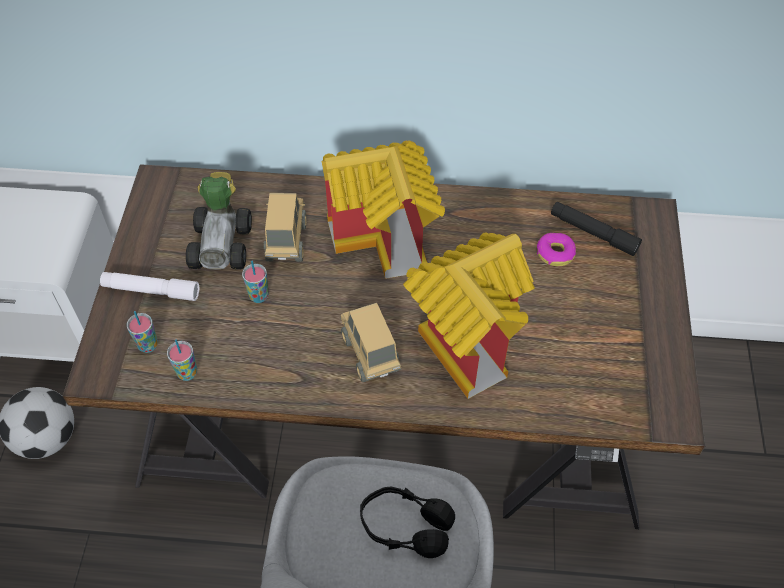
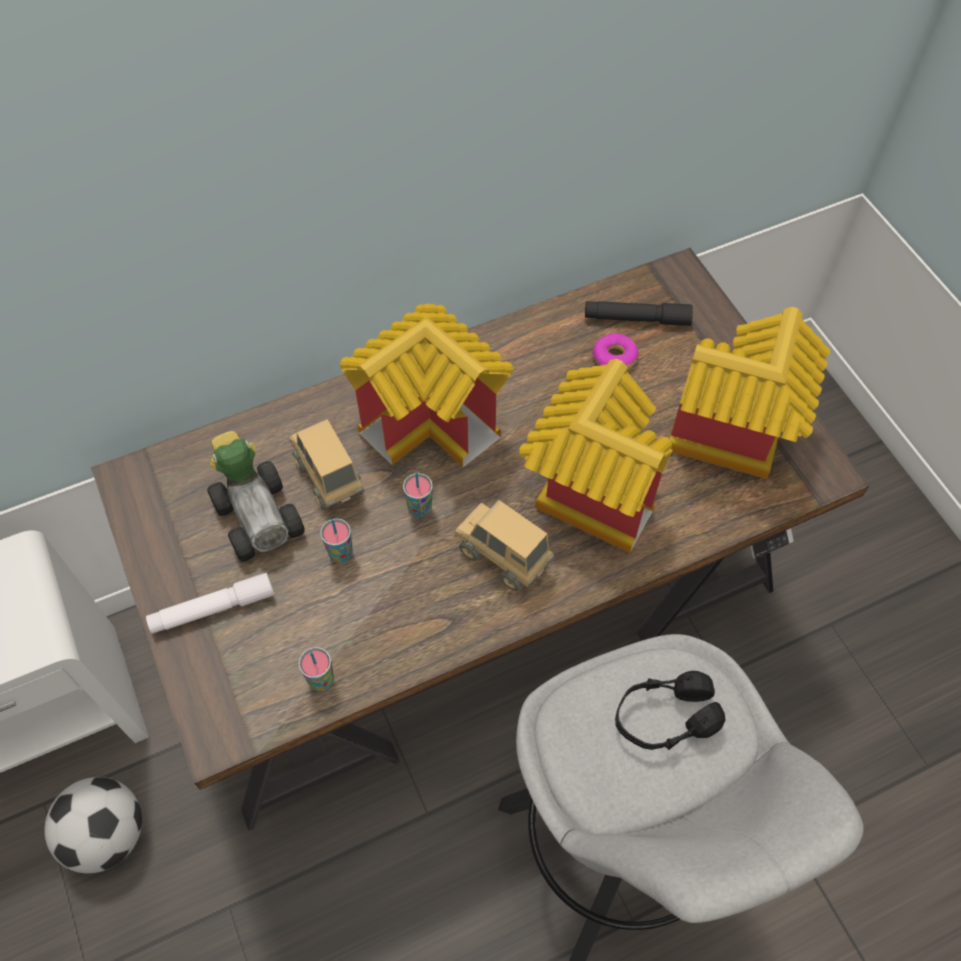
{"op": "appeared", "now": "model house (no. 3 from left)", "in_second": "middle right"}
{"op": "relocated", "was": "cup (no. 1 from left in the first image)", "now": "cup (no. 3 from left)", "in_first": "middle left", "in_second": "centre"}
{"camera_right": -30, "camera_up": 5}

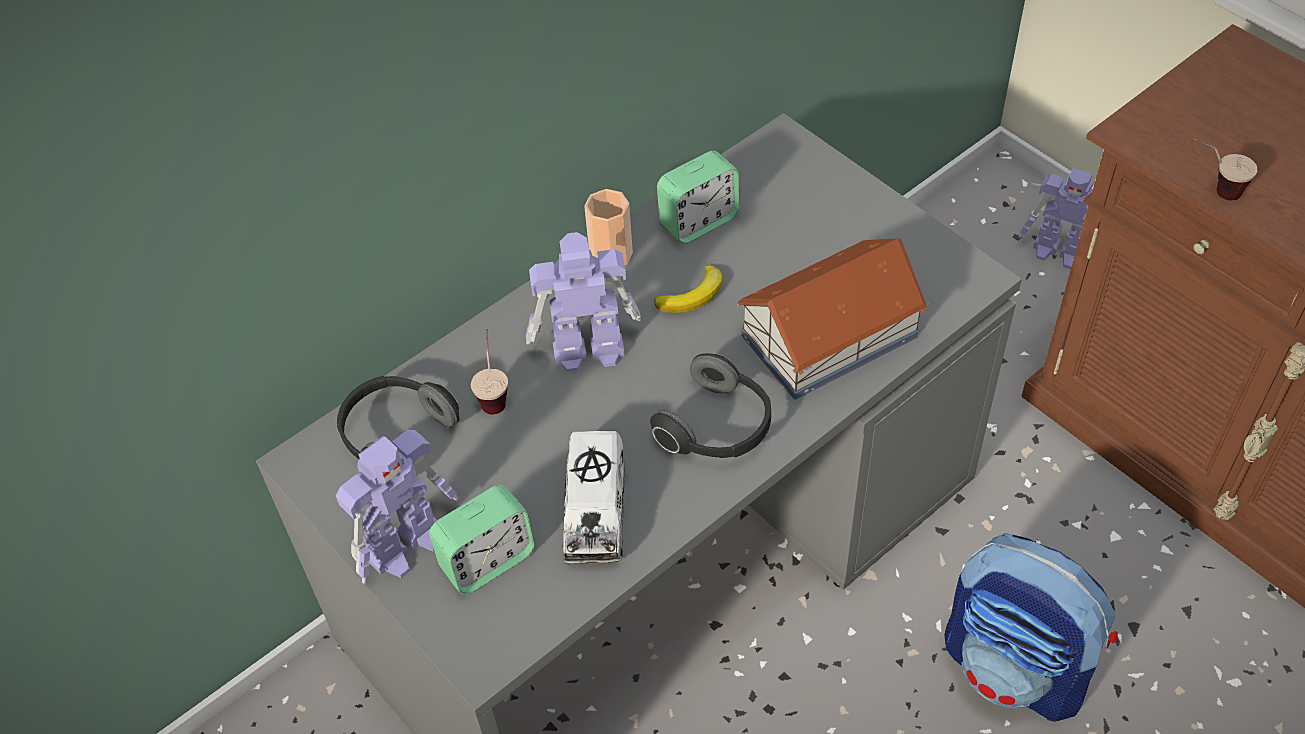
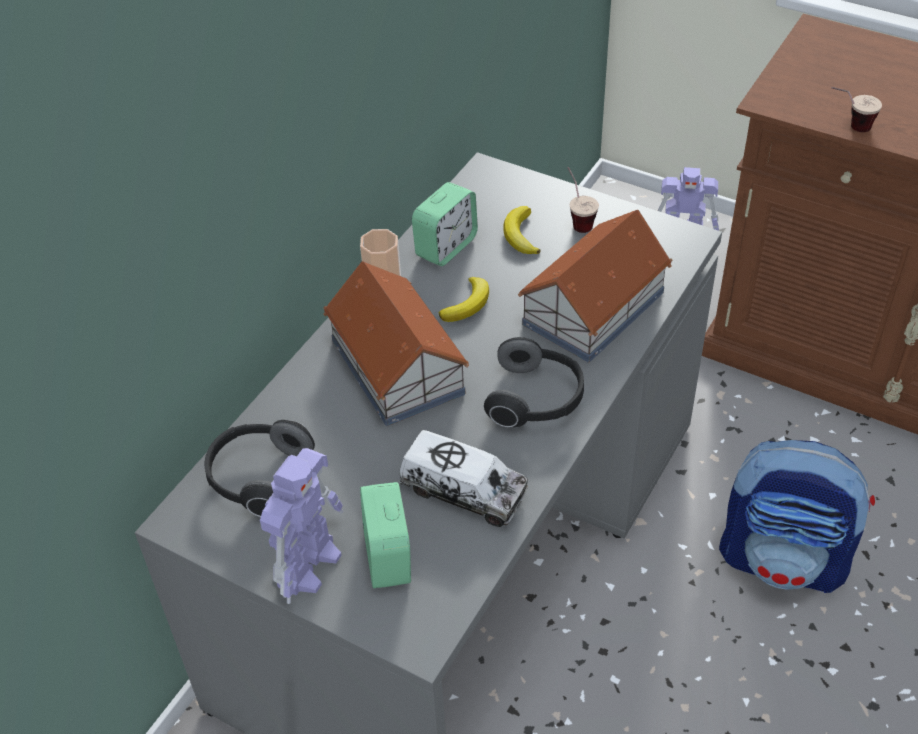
{"op": "appeared", "now": "banana (no. 2 from left)", "in_second": "top centre"}
{"op": "relocated", "was": "cup (no. 1 from left in the first image)", "now": "cup (no. 2 from left)", "in_first": "centre", "in_second": "top centre"}
{"op": "exchanged", "was": "model robot (no. 2 from left)", "now": "model house (no. 1 from left)", "in_first": "centre", "in_second": "centre"}
{"op": "spun", "was": "alarm clock (no. 1 from left)", "in_first": "bottom centre", "in_second": "bottom centre", "clockwise": 135}
{"op": "spun", "was": "toy truck", "in_first": "bottom centre", "in_second": "centre", "clockwise": -45}
{"camera_right": -20, "camera_up": -5}

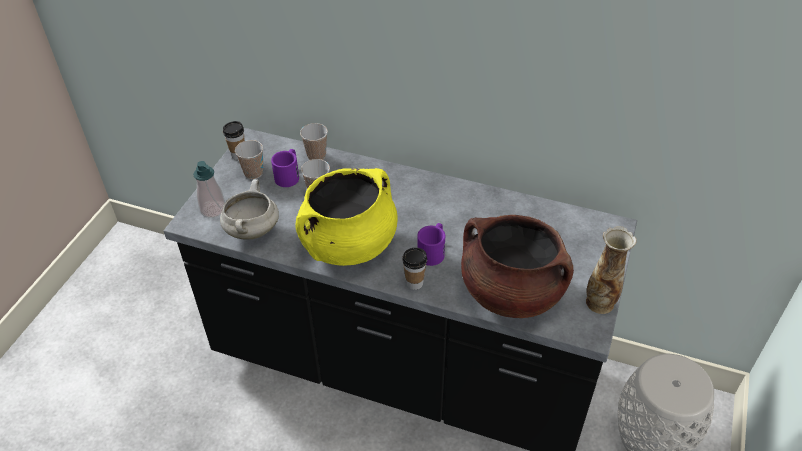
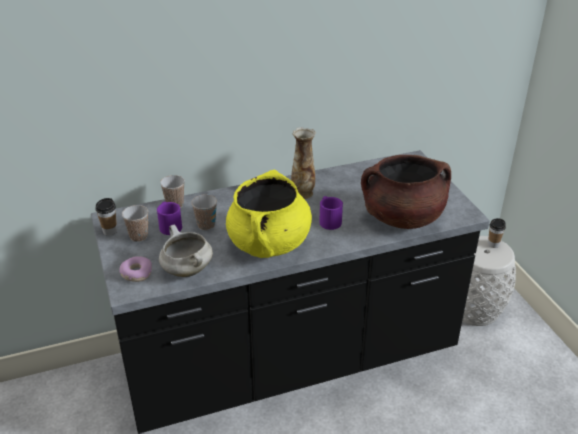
{"op": "relocated", "was": "cup (no. 5 from left)", "in_first": "centre", "in_second": "middle right"}
{"op": "relocated", "was": "decorative vase", "in_first": "middle right", "in_second": "centre"}
{"op": "exchanged", "was": "soap dispenser", "now": "donut", "in_first": "middle left", "in_second": "middle left"}
{"camera_right": -40, "camera_up": -10}

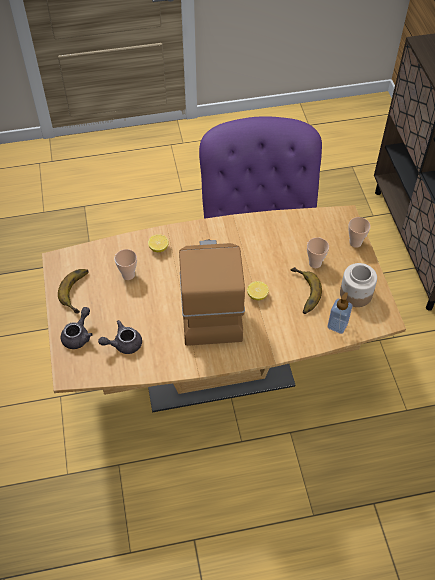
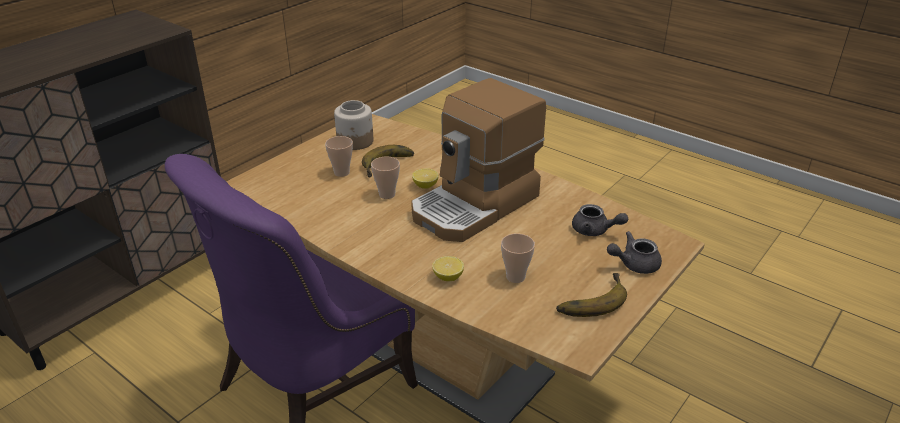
{"op": "missing", "was": "soap dispenser", "in_first": "middle right"}
{"op": "relocated", "was": "cup (no. 3 from left in the first image)", "now": "cup (no. 2 from left)", "in_first": "middle right", "in_second": "centre"}
{"camera_right": -130, "camera_up": -20}

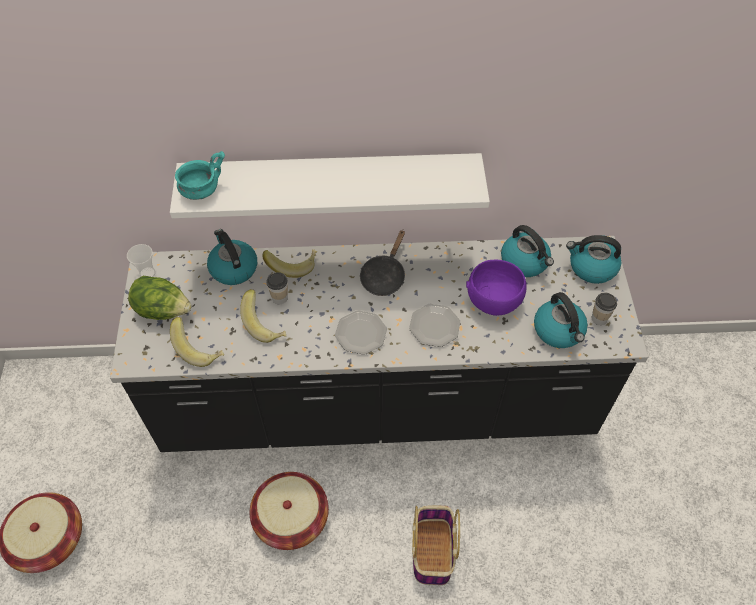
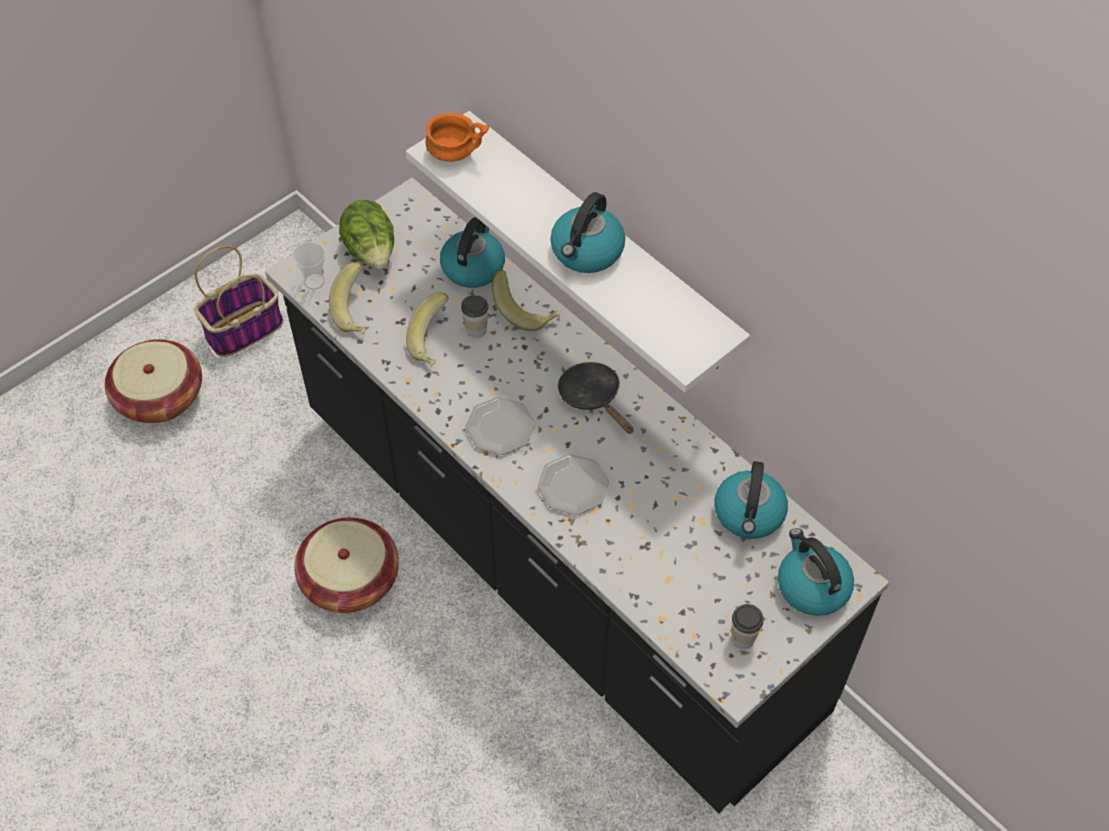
{"op": "missing", "was": "purple-coloured serving bowl", "in_first": "centre"}
{"op": "relocated", "was": "cup (no. 1 from left)", "in_first": "middle left", "in_second": "top left"}
{"op": "relocated", "was": "household basket (no. 3 from left in the first image)", "now": "household basket (no. 2 from left)", "in_first": "bottom centre", "in_second": "middle left"}
{"op": "relocated", "was": "water kettle (no. 3 from left in the first image)", "now": "water kettle (no. 2 from left)", "in_first": "middle right", "in_second": "top centre"}
{"op": "colour", "was": "blue-green serving bowl", "now": "orange-coloured serving bowl", "in_first": "top left", "in_second": "top centre"}
{"op": "spun", "was": "blackish skillet", "in_first": "centre", "in_second": "centre", "clockwise": 75}
{"camera_right": 50, "camera_up": 0}

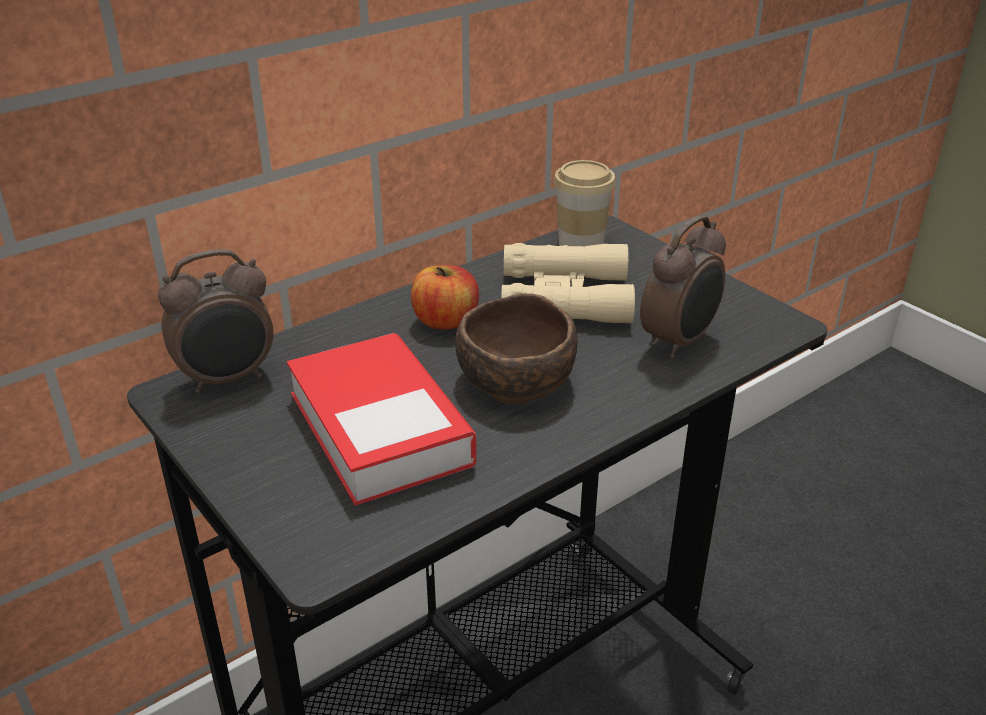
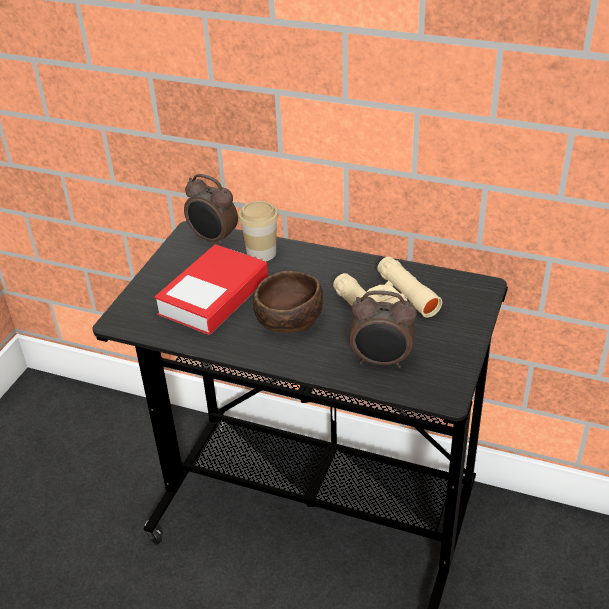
{"op": "missing", "was": "whole apple", "in_first": "centre"}
{"op": "relocated", "was": "cup", "in_first": "top centre", "in_second": "centre"}
{"camera_right": 60, "camera_up": 5}

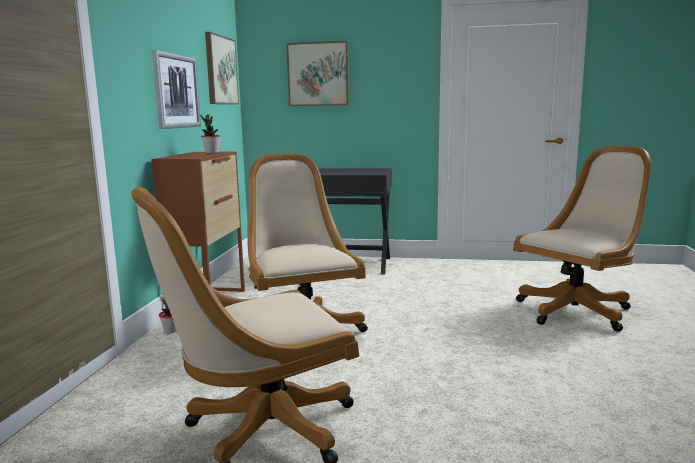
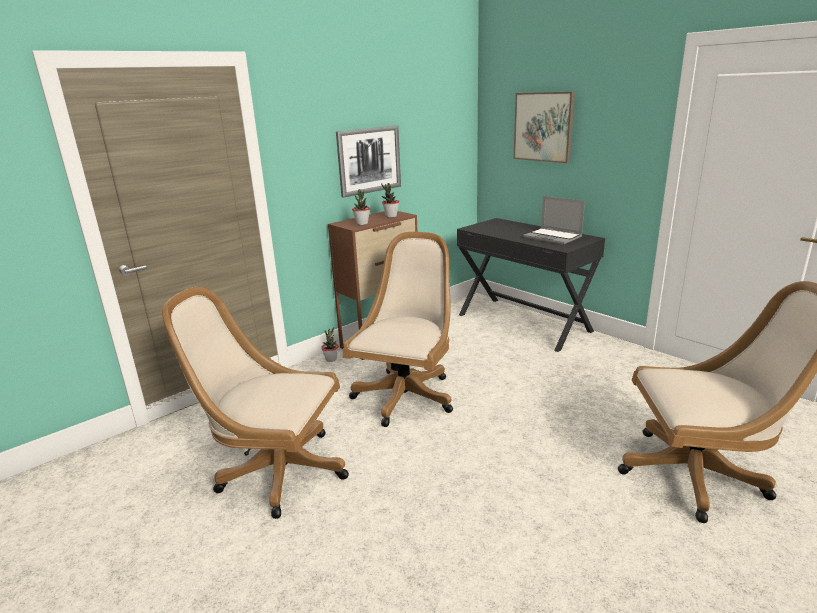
{"op": "missing", "was": "wall art (no. 2 from left)", "in_first": "top left"}
{"op": "appeared", "now": "potted plant (no. 2 from left)", "in_second": "centre"}
{"op": "appeared", "now": "portable computer", "in_second": "middle right"}
{"camera_right": 40, "camera_up": 10}

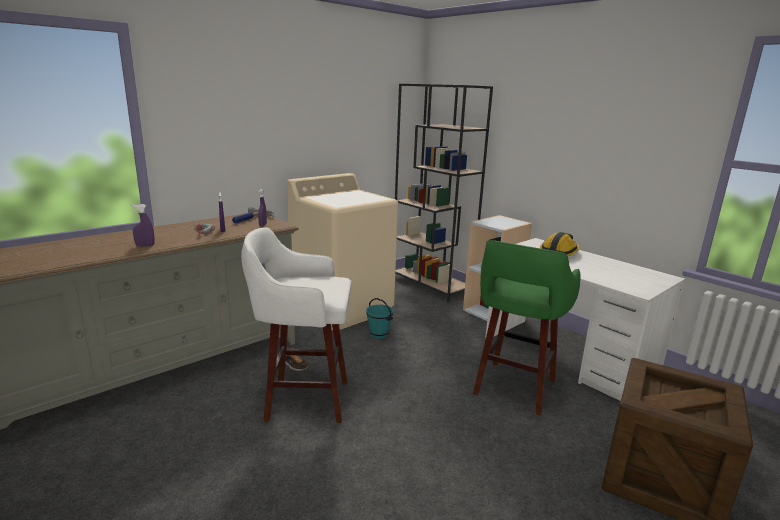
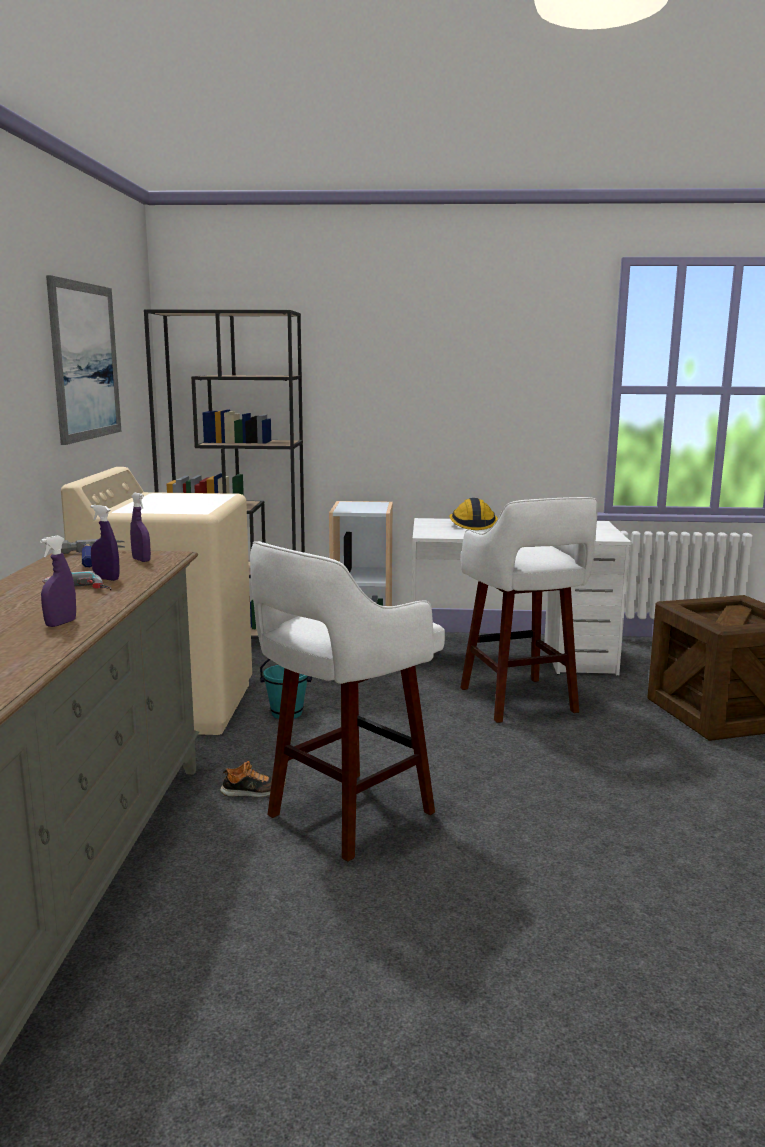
{"op": "appeared", "now": "wall art", "in_second": "top left"}
{"op": "colour", "was": "greenish sitting stool", "now": "whitish sitting stool (no. 2 from left)", "in_first": "middle right", "in_second": "middle right"}
{"camera_right": -45, "camera_up": -5}

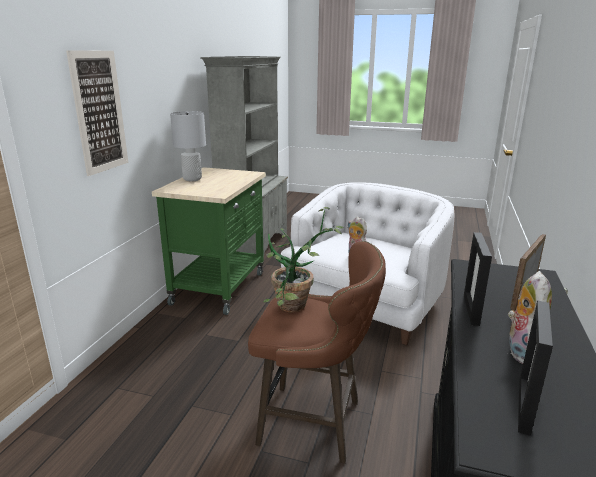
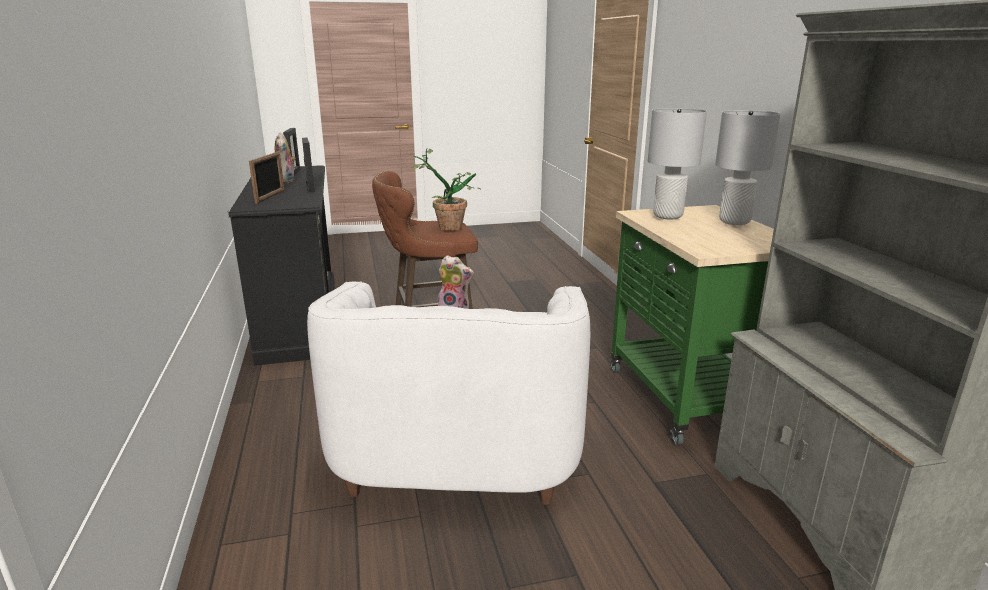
{"op": "missing", "was": "wall art", "in_first": "top left"}
{"op": "appeared", "now": "greyish table lamp (no. 1 from left)", "in_second": "top right"}
{"camera_right": 150, "camera_up": 0}

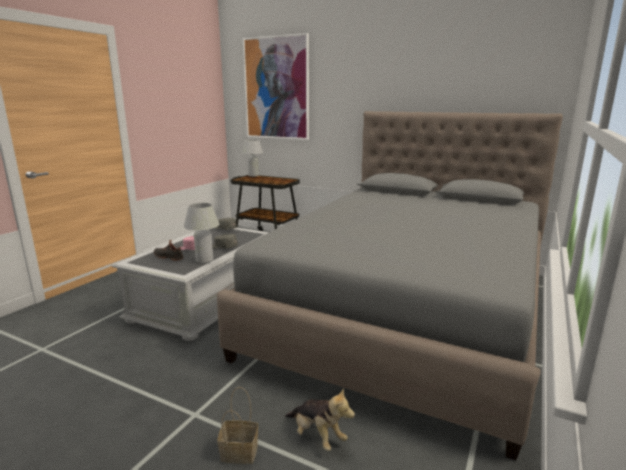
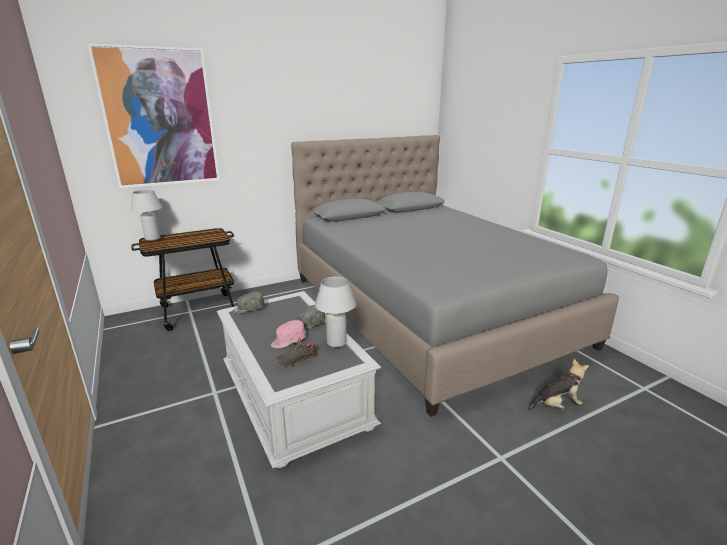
{"op": "missing", "was": "household basket", "in_first": "bottom centre"}
{"camera_right": -55, "camera_up": 5}

